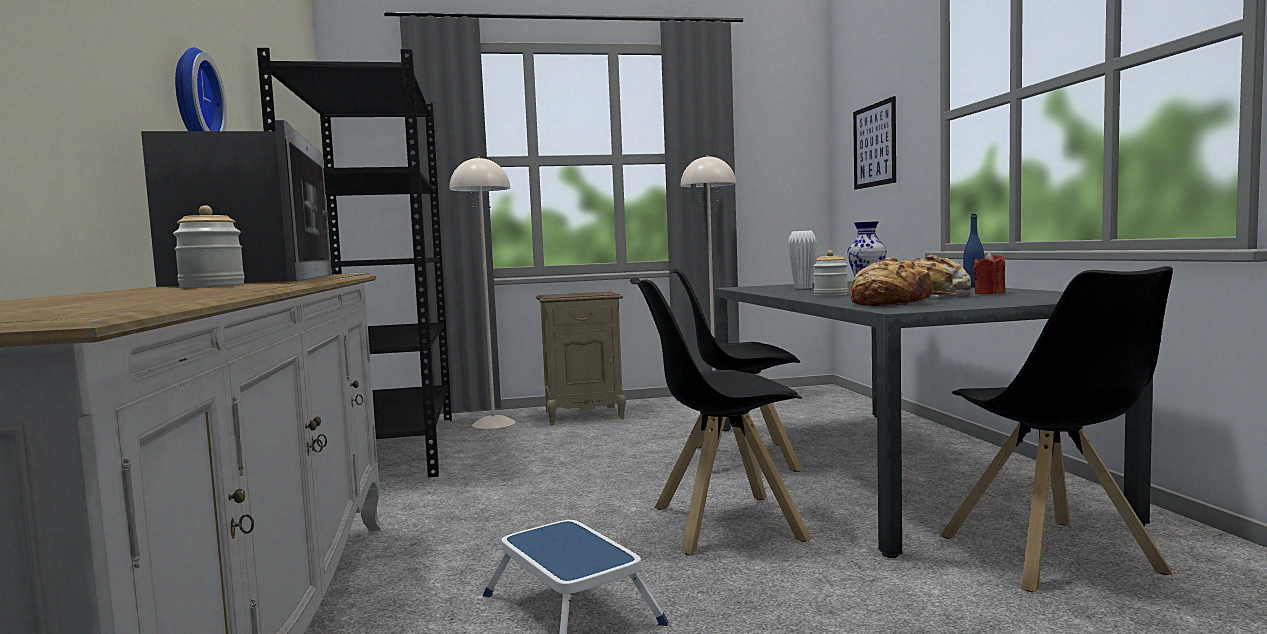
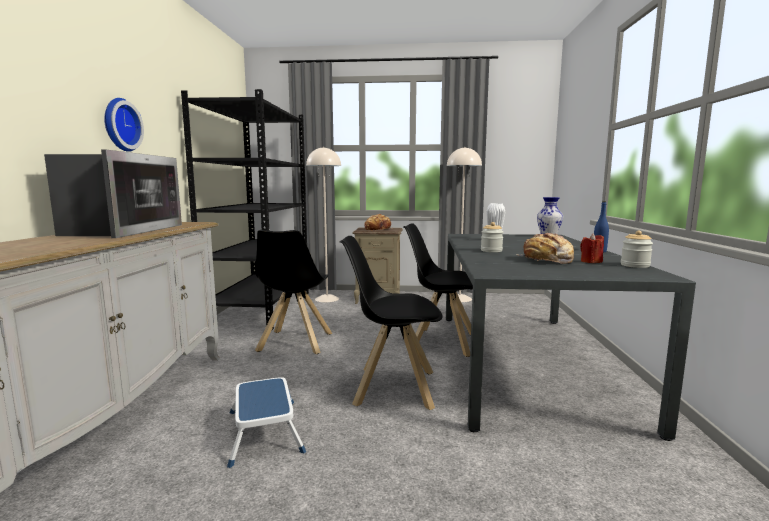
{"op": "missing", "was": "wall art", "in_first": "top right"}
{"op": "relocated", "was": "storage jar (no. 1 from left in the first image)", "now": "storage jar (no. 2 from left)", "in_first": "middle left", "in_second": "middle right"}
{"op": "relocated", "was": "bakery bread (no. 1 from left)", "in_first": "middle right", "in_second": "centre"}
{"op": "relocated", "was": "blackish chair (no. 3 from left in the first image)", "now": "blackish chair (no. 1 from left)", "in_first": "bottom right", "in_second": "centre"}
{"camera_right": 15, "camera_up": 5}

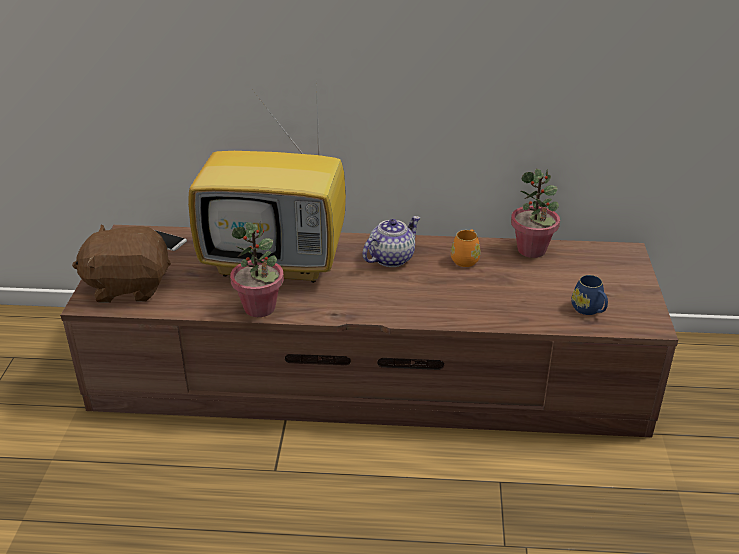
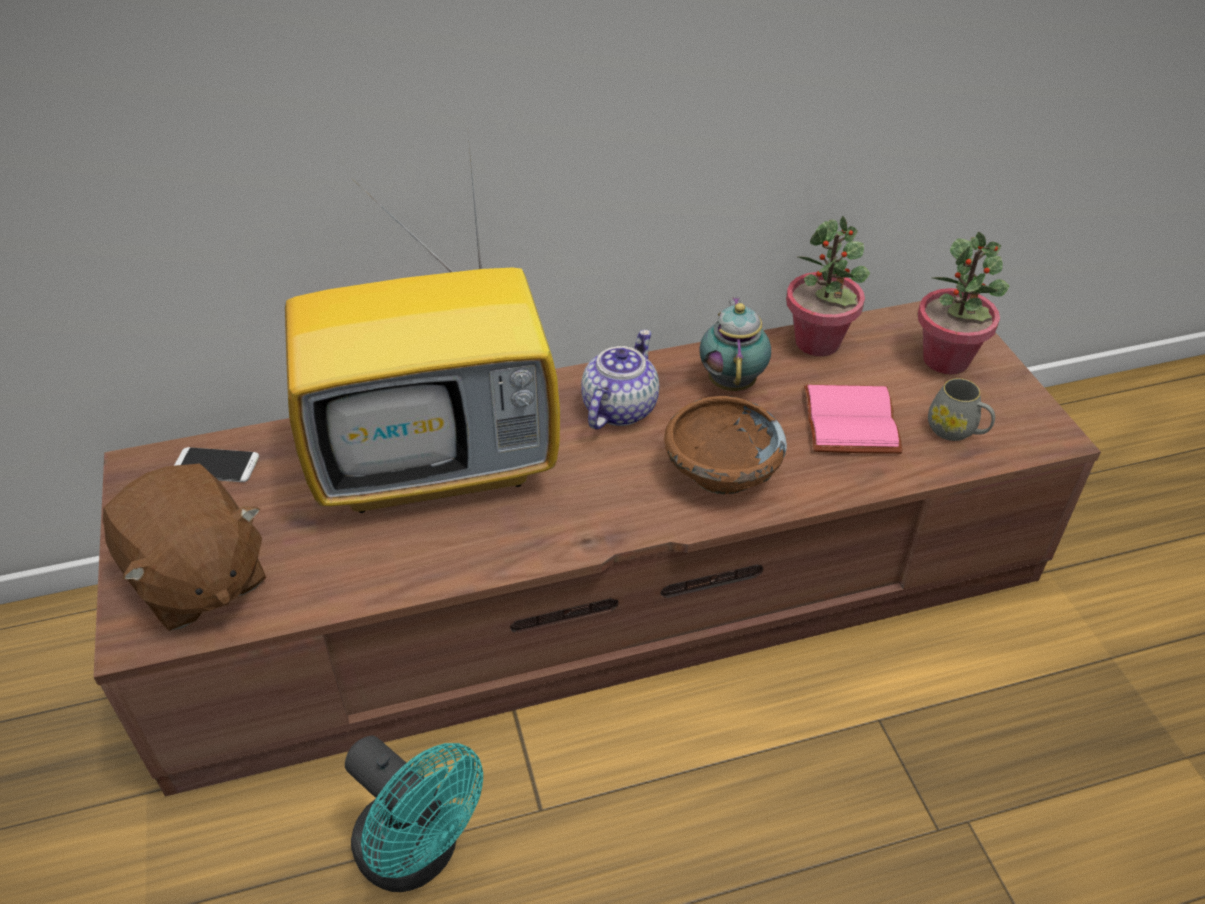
{"op": "appeared", "now": "blue-green cooling fan", "in_second": "bottom centre"}
{"op": "appeared", "now": "brownish serving bowl", "in_second": "centre"}
{"op": "appeared", "now": "pinkish book", "in_second": "middle right"}
{"op": "relocated", "was": "potted plant (no. 1 from left in the first image)", "now": "potted plant (no. 2 from left)", "in_first": "centre", "in_second": "middle right"}
{"op": "exchanged", "was": "orange-coloured tea mug", "now": "tea pot (no. 2 from left)", "in_first": "centre", "in_second": "centre"}
{"op": "colour", "was": "blue-coloured tea mug", "now": "greyish tea mug", "in_first": "middle right", "in_second": "middle right"}
{"op": "spun", "was": "brownish soft toy", "in_first": "middle left", "in_second": "middle left", "clockwise": -105}
{"camera_right": -20, "camera_up": 10}

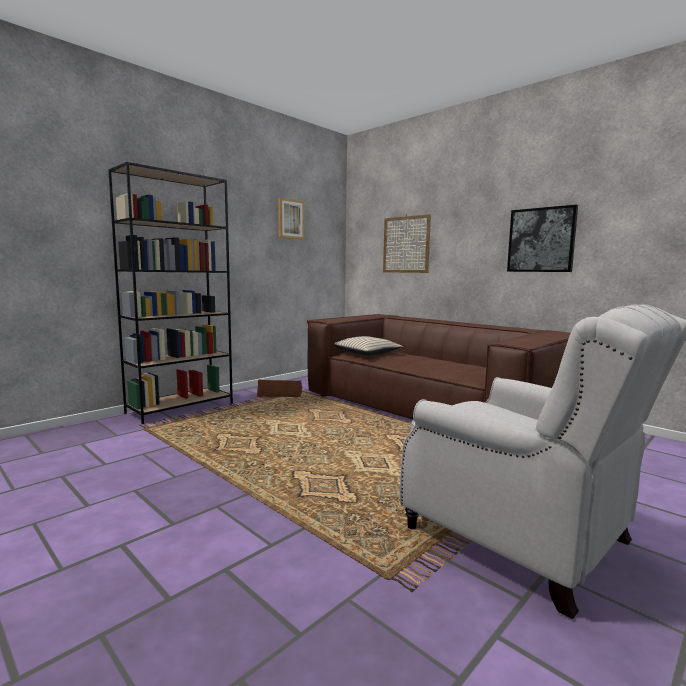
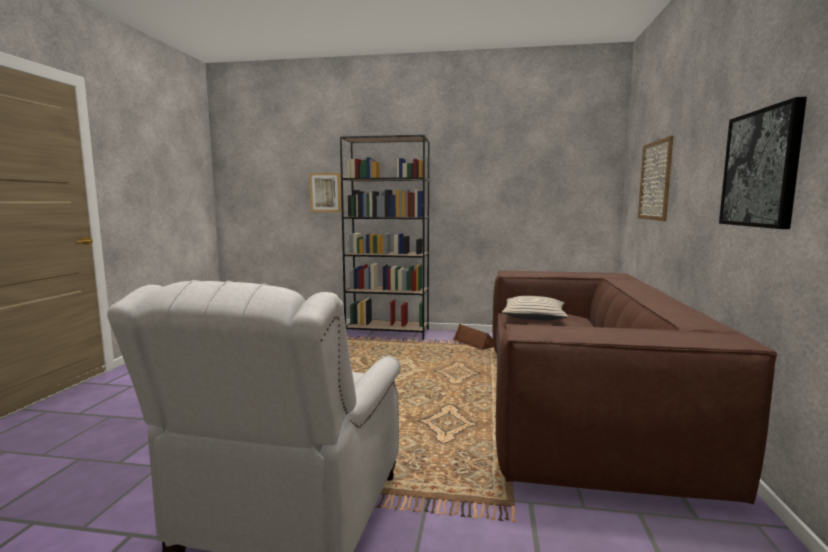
{"op": "relocated", "was": "wall art (no. 1 from left)", "in_first": "top centre", "in_second": "centre"}
{"camera_right": 55, "camera_up": 0}

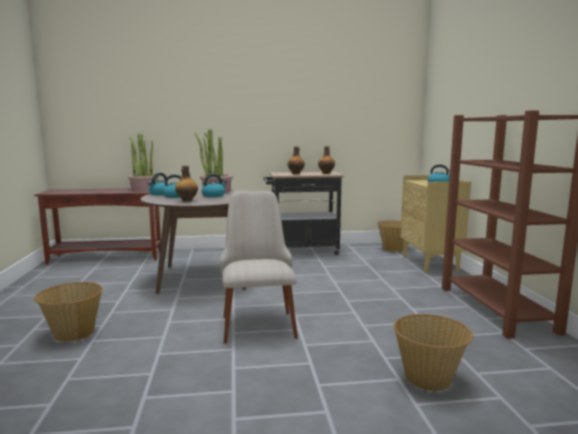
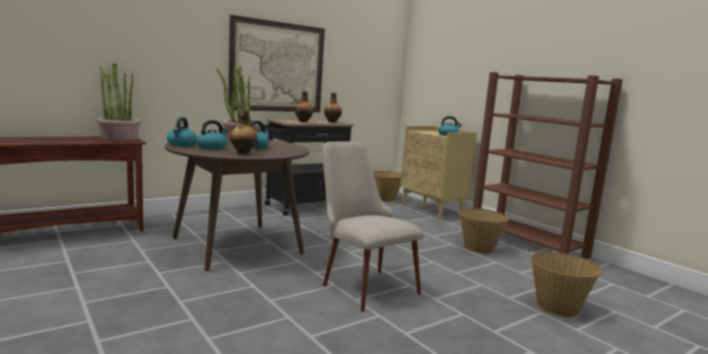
{"op": "appeared", "now": "wall art", "in_second": "top centre"}
{"op": "relocated", "was": "household basket (no. 1 from left in the first image)", "now": "household basket (no. 2 from left)", "in_first": "bottom left", "in_second": "middle right"}
{"camera_right": -30, "camera_up": 0}

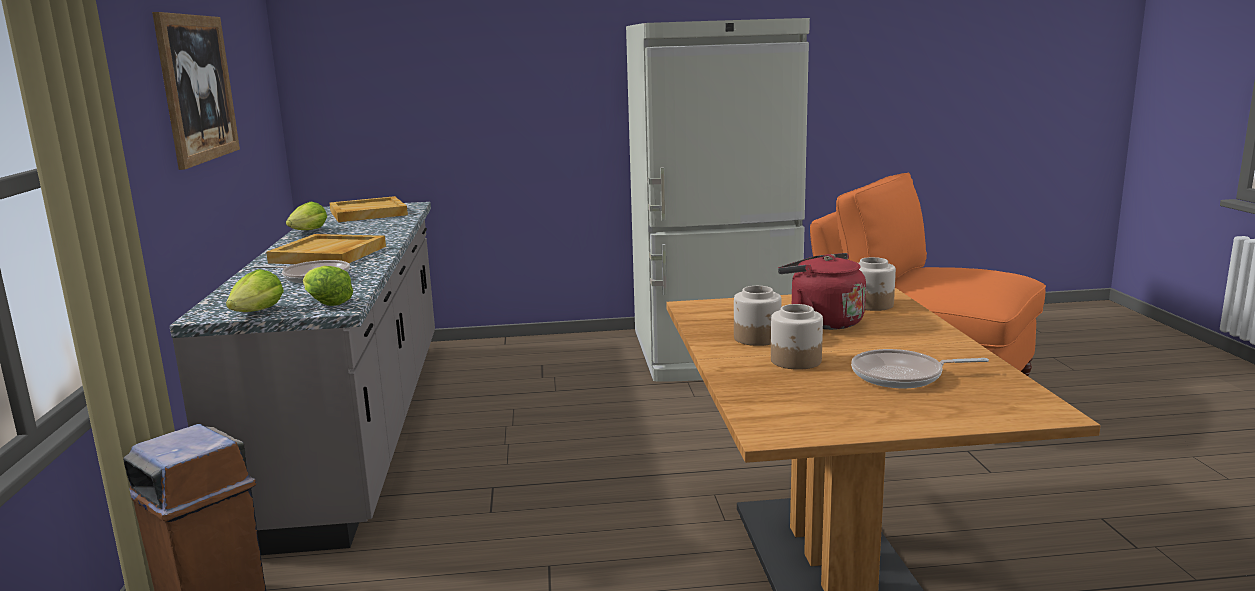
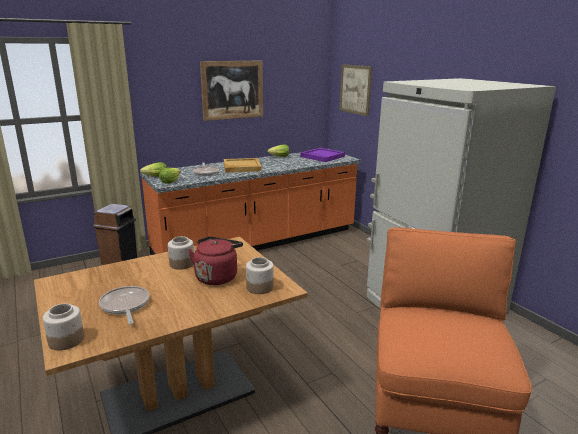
{"op": "appeared", "now": "wall art (no. 2 from left)", "in_second": "top centre"}
{"op": "relocated", "was": "storage jar (no. 2 from left in the first image)", "now": "storage jar (no. 1 from left)", "in_first": "centre", "in_second": "bottom left"}
{"op": "colour", "was": "greyish counter", "now": "orange-coloured counter", "in_first": "middle left", "in_second": "centre"}
{"op": "colour", "was": "beige tray (no. 2 from left)", "now": "purple-coloured tray", "in_first": "middle left", "in_second": "centre"}
{"camera_right": 65, "camera_up": 5}

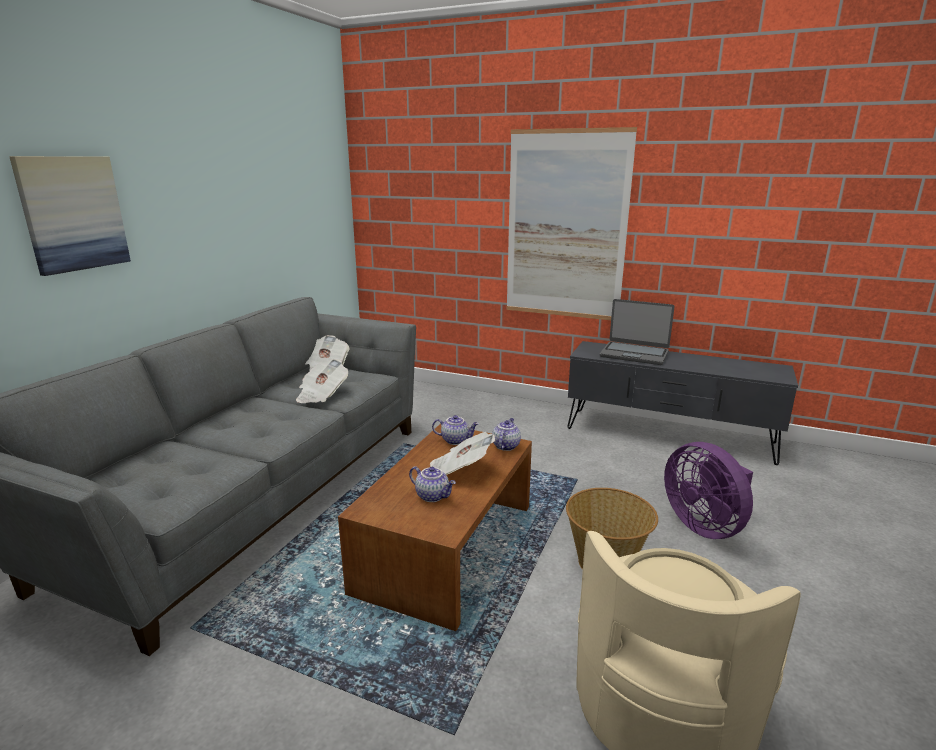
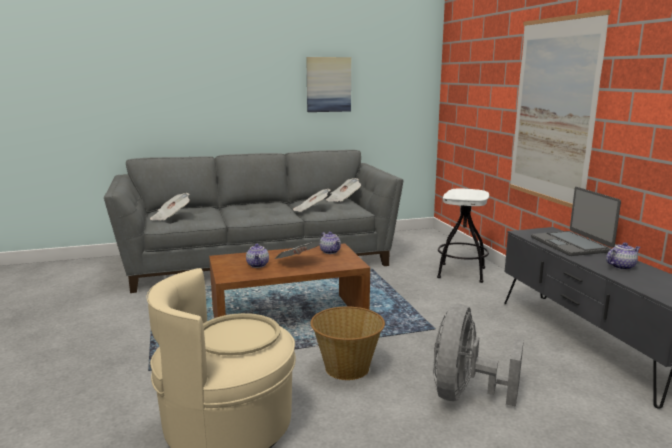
{"op": "appeared", "now": "newspaper (no. 1 from left)", "in_second": "middle left"}
{"op": "appeared", "now": "whitish sitting stool", "in_second": "middle right"}
{"op": "relocated", "was": "wall art (no. 1 from left)", "in_first": "top left", "in_second": "top centre"}
{"op": "relocated", "was": "tea pot (no. 3 from left)", "in_first": "centre", "in_second": "middle right"}
{"op": "colour", "was": "purple-coloured cooling fan", "now": "greyish cooling fan", "in_first": "middle right", "in_second": "bottom right"}
{"camera_right": 50, "camera_up": -5}

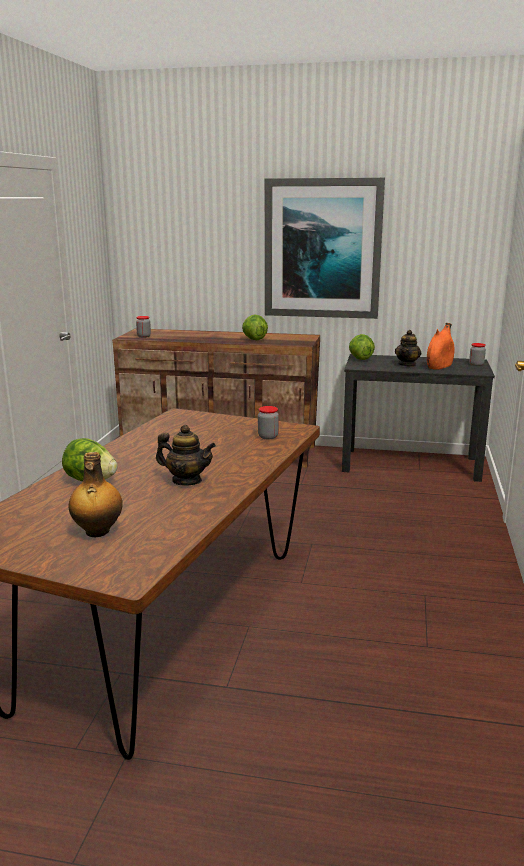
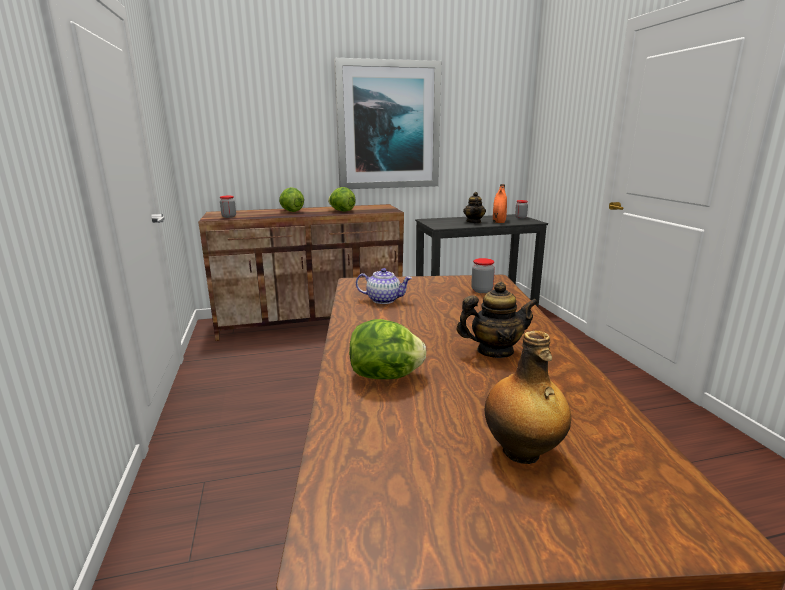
{"op": "appeared", "now": "tea pot (no. 1 from left)", "in_second": "centre"}
{"op": "relocated", "was": "lettuce (no. 3 from left in the first image)", "now": "lettuce (no. 1 from left)", "in_first": "middle right", "in_second": "centre"}
{"camera_right": -25, "camera_up": 0}

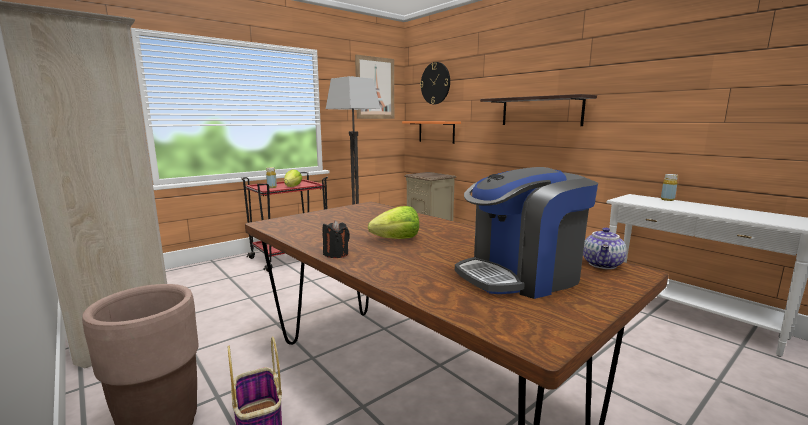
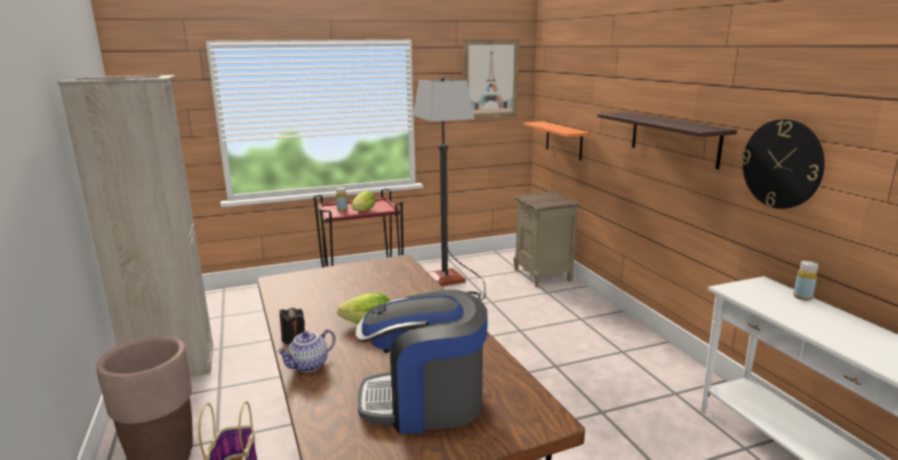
{"op": "relocated", "was": "hanging clock", "in_first": "top centre", "in_second": "middle right"}
{"op": "relocated", "was": "tea pot", "in_first": "middle right", "in_second": "bottom centre"}
{"camera_right": 20, "camera_up": 5}

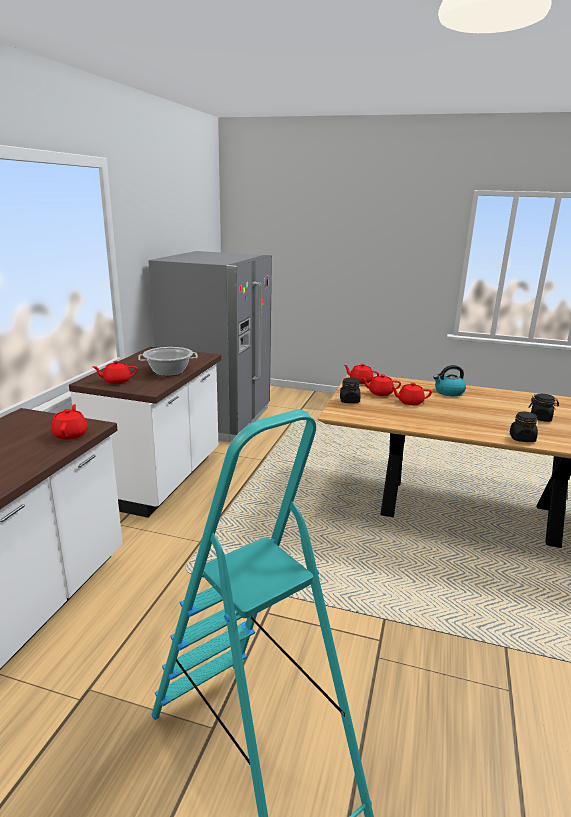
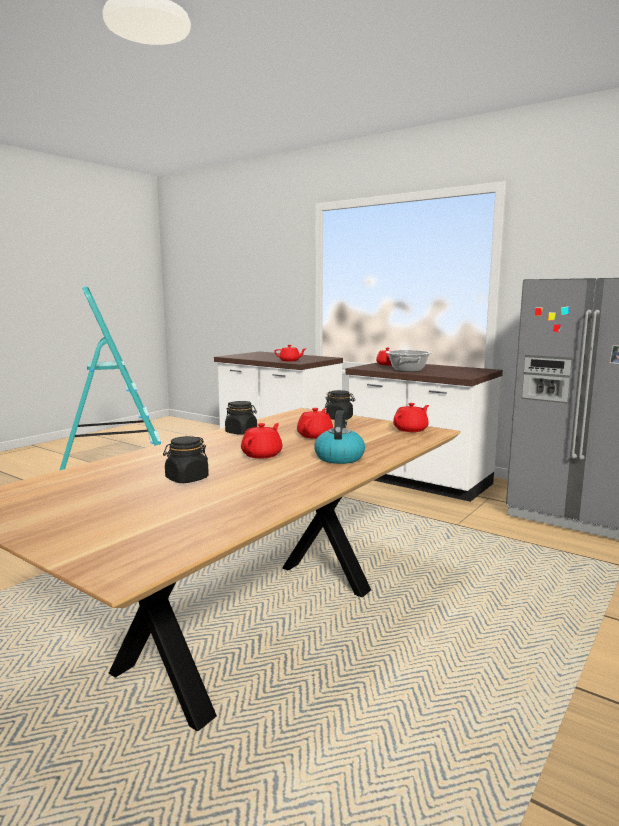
{"op": "relocated", "was": "reddish tea pot (no. 4 from left in the first image)", "now": "reddish tea pot (no. 1 from left)", "in_first": "middle right", "in_second": "centre"}
{"op": "relocated", "was": "blackish storage jar (no. 2 from left)", "in_first": "middle right", "in_second": "centre"}
{"camera_right": 110, "camera_up": -10}

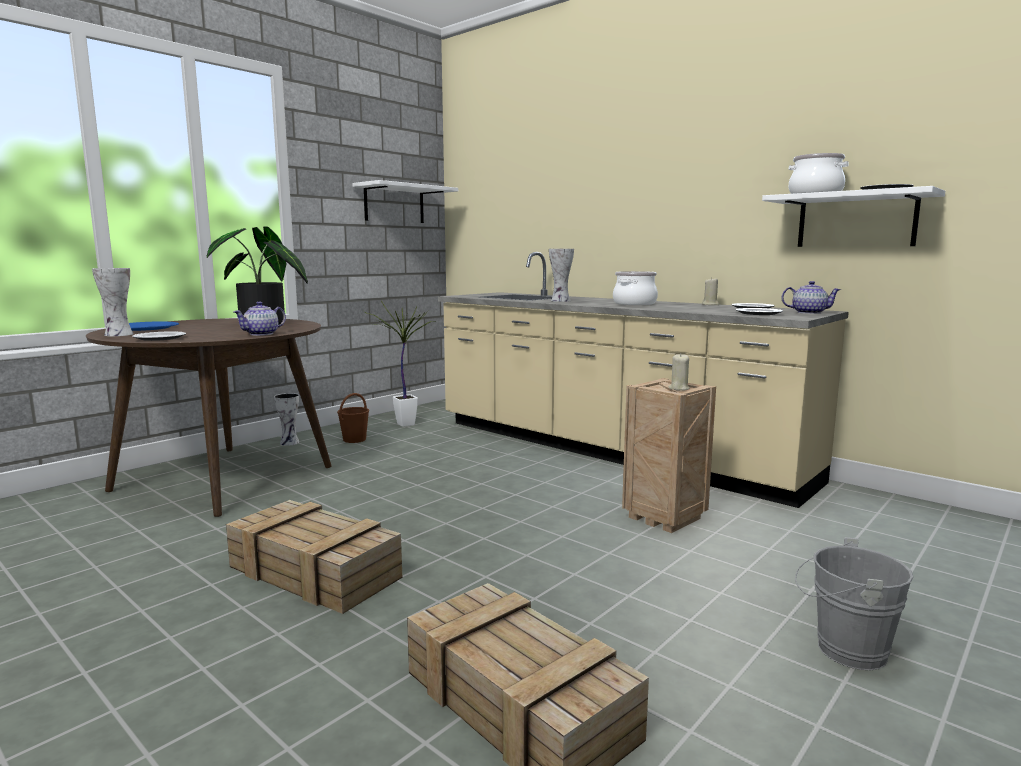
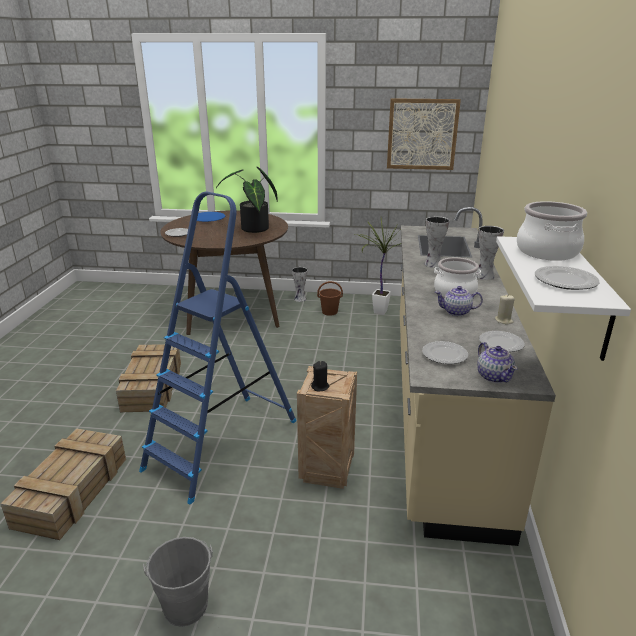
{"op": "appeared", "now": "blue-coloured step stool", "in_second": "centre"}
{"op": "relocated", "was": "decorative vase (no. 1 from left in the first image)", "now": "decorative vase (no. 3 from left)", "in_first": "middle left", "in_second": "middle right"}
{"op": "relocated", "was": "tea pot (no. 1 from left)", "in_first": "middle left", "in_second": "middle right"}
{"op": "exchanged", "was": "whitish wall shelf (no. 1 from left)", "now": "wall art", "in_first": "top centre", "in_second": "top right"}
{"op": "colour", "was": "beige wax light (no. 1 from left)", "now": "blackish wax light", "in_first": "centre", "in_second": "centre"}
{"camera_right": 55, "camera_up": 15}

